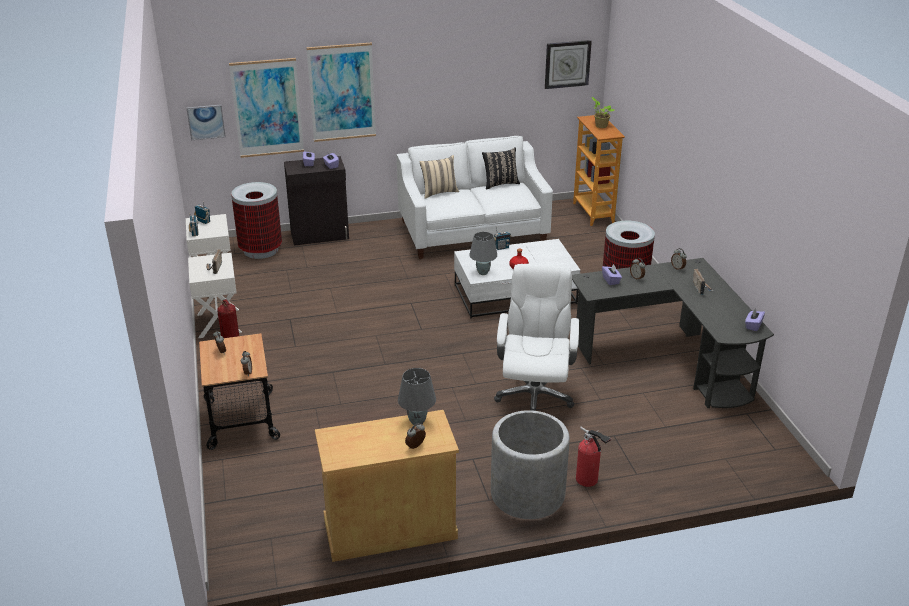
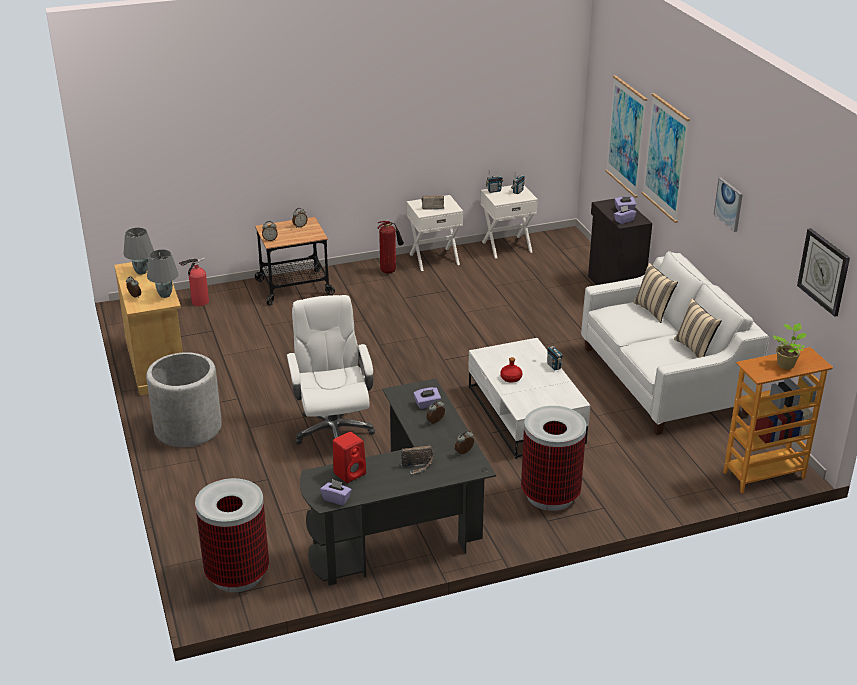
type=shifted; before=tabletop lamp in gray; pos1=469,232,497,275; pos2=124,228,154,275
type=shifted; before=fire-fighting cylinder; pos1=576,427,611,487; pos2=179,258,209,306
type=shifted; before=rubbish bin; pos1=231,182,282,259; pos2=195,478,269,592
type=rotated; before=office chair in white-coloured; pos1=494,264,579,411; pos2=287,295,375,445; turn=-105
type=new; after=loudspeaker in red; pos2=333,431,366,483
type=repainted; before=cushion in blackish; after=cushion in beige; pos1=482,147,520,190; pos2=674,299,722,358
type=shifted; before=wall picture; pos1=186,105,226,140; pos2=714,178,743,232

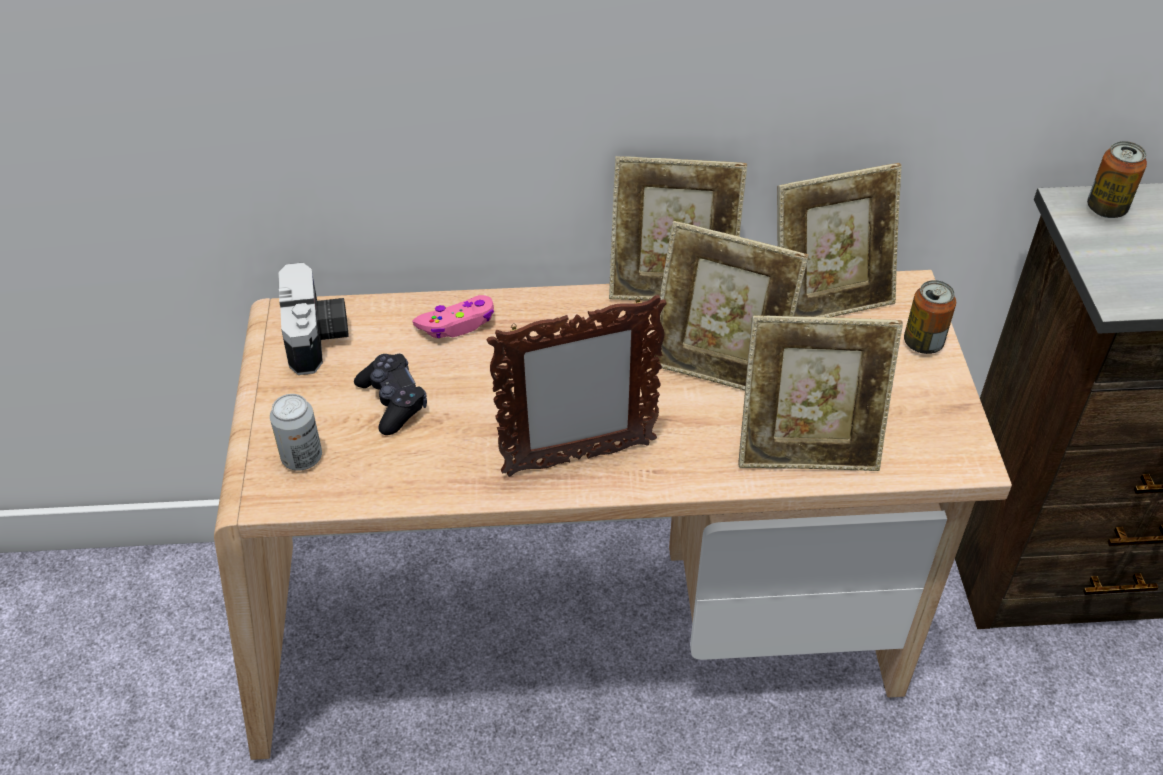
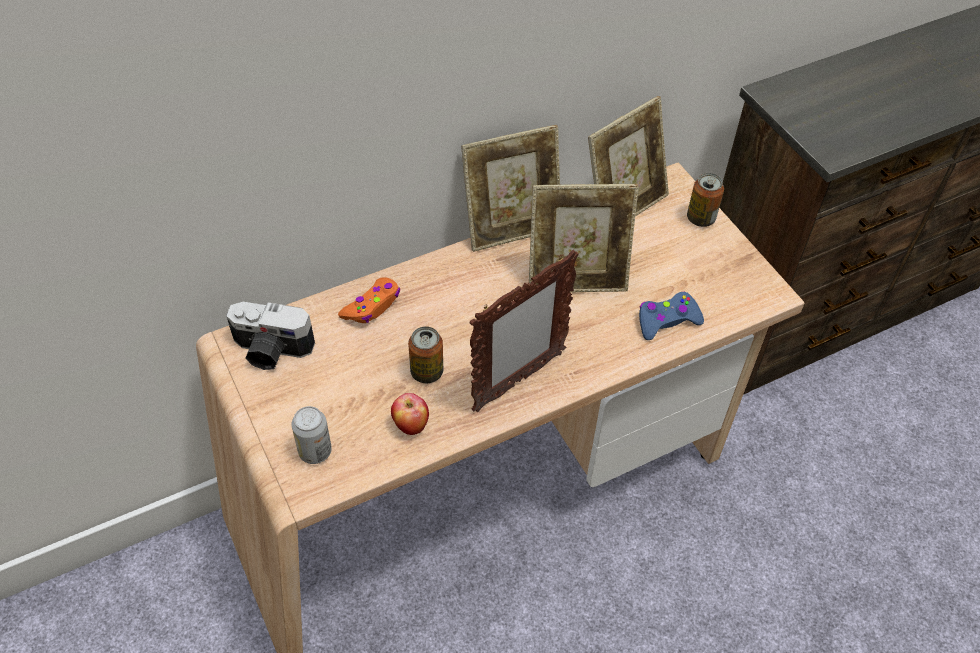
type=rotated; before=photo camera; pos1=278,263,349,375; pos2=226,302,315,370; turn=135
type=repainted; before=joypad in pink; after=joypad in orange-coloured; pos1=412,295,494,338; pos2=338,278,400,323
type=new; after=apple fruit; pos2=391,393,429,435
type=shifted; before=metal can; pos1=1087,141,1147,218; pos2=408,326,443,383
type=swapped; before=standing frame; after=joypad in bluish; pos1=738,315,903,471; pos2=639,292,704,340
type=gone; before=joypad in blackish; pos1=354,354,427,435

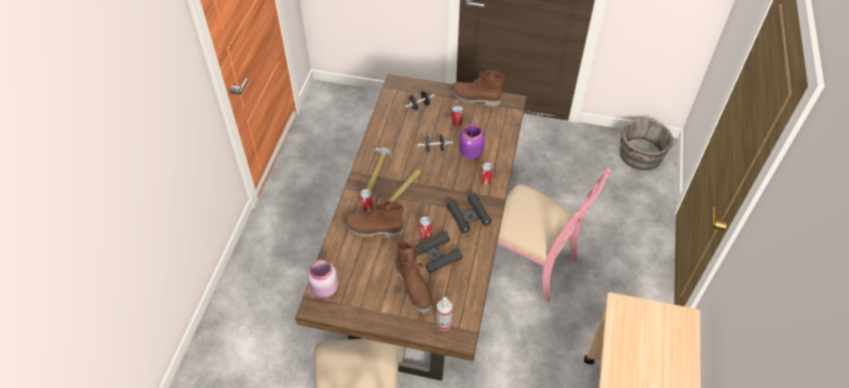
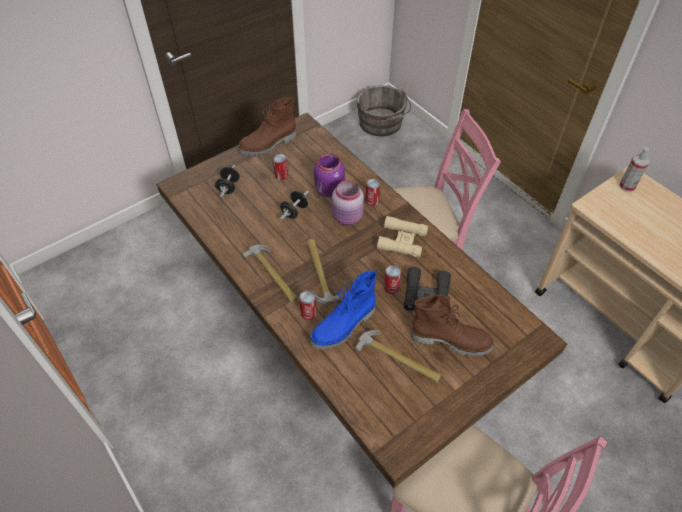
type=repainted; before=tall boot in brown; after=tall boot in bluish; pos1=343,200,403,238; pos2=310,270,377,350
type=shifted; before=storage jar in pink; pos1=307,260,338,298; pos2=332,180,364,225
type=new; after=tool hammer; pos2=355,330,441,383
type=repainted; before=binoculars in blackish; after=binoculars in beige; pos1=446,193,492,233; pos2=377,216,428,258
type=shifted; before=sprayer; pos1=437,297,452,331; pos2=619,147,650,192

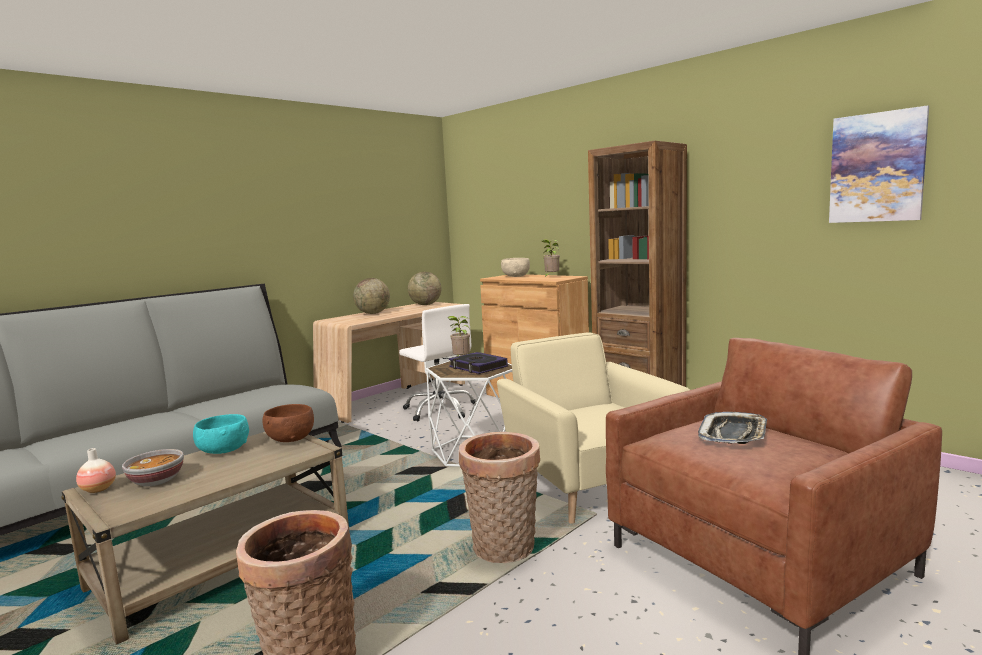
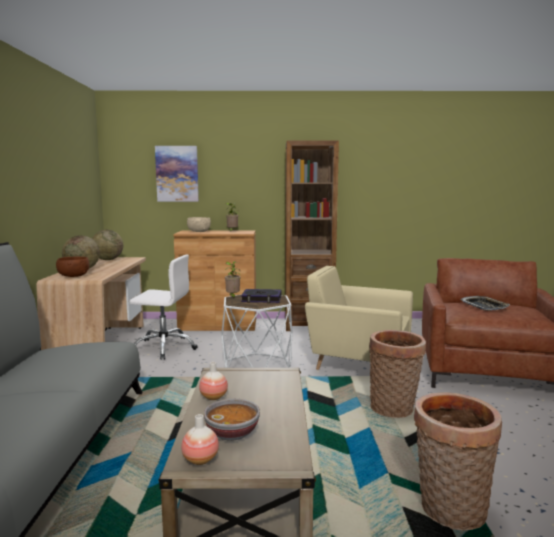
type=shifted; before=bowl in brown; pos1=262,404,314,442; pos2=56,257,89,277
type=shifted; before=wall picture; pos1=829,105,929,223; pos2=155,146,199,202
type=swapped; before=bowl in turquoise-coloured; after=decorative vase; pos1=193,414,249,454; pos2=199,362,228,400

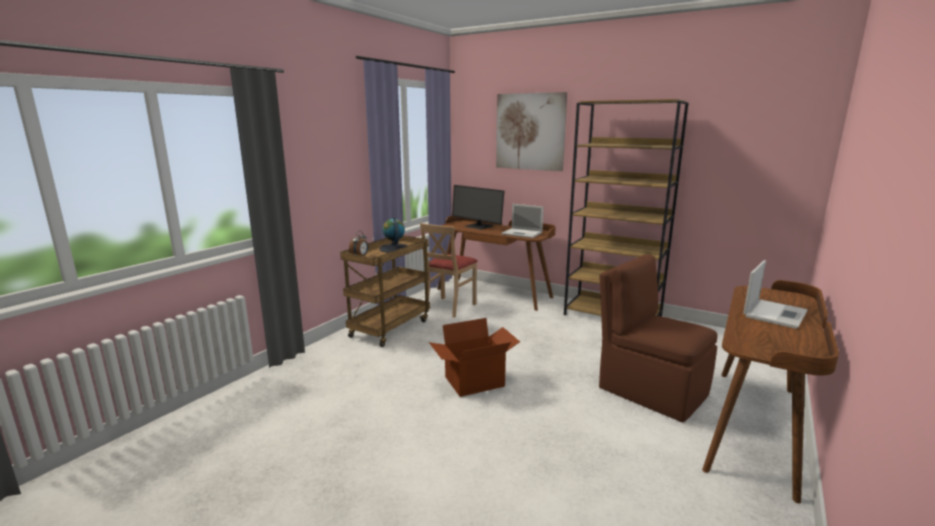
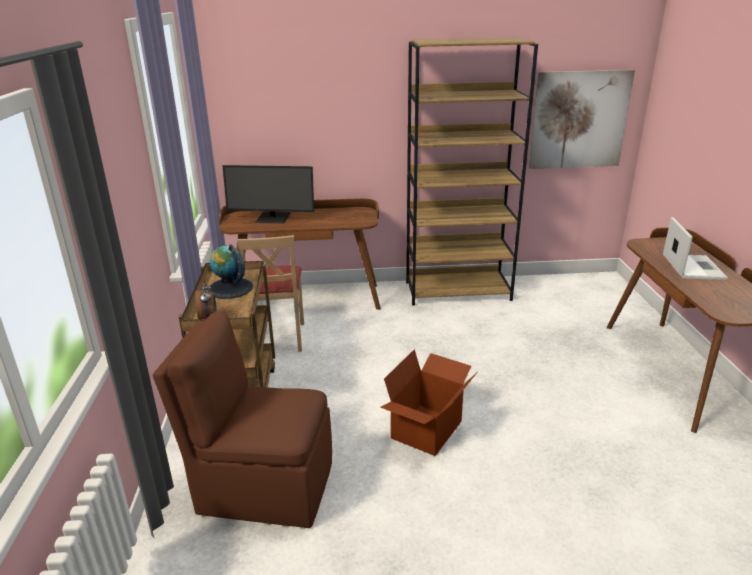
type=shifted; before=plain chair in brown; pos1=599,254,717,422; pos2=153,312,332,528
type=shifted; before=wall picture; pos1=496,92,567,171; pos2=529,70,635,169
type=gone; before=notebook computer; pos1=501,204,544,238

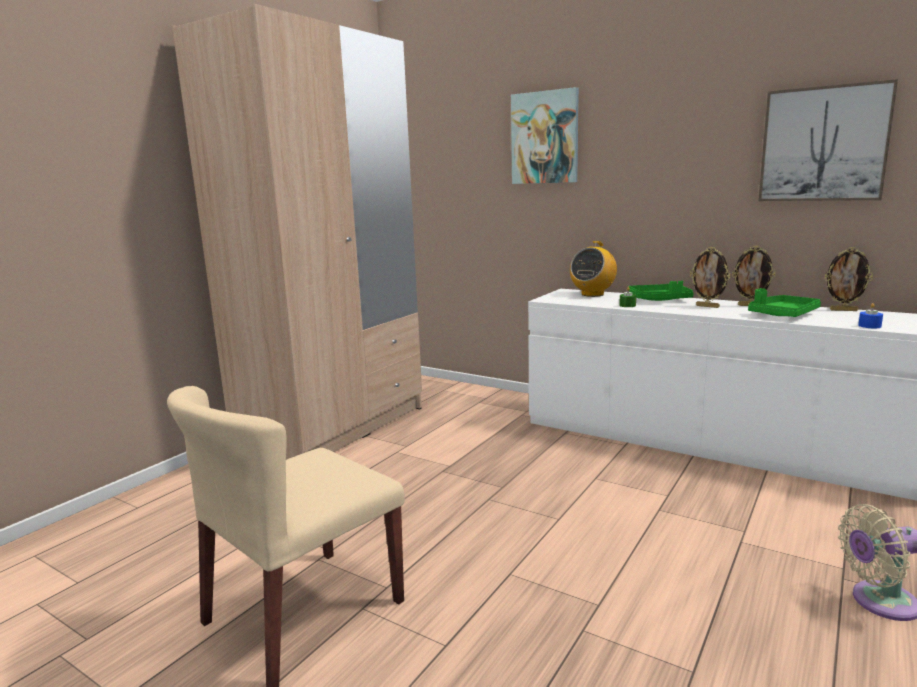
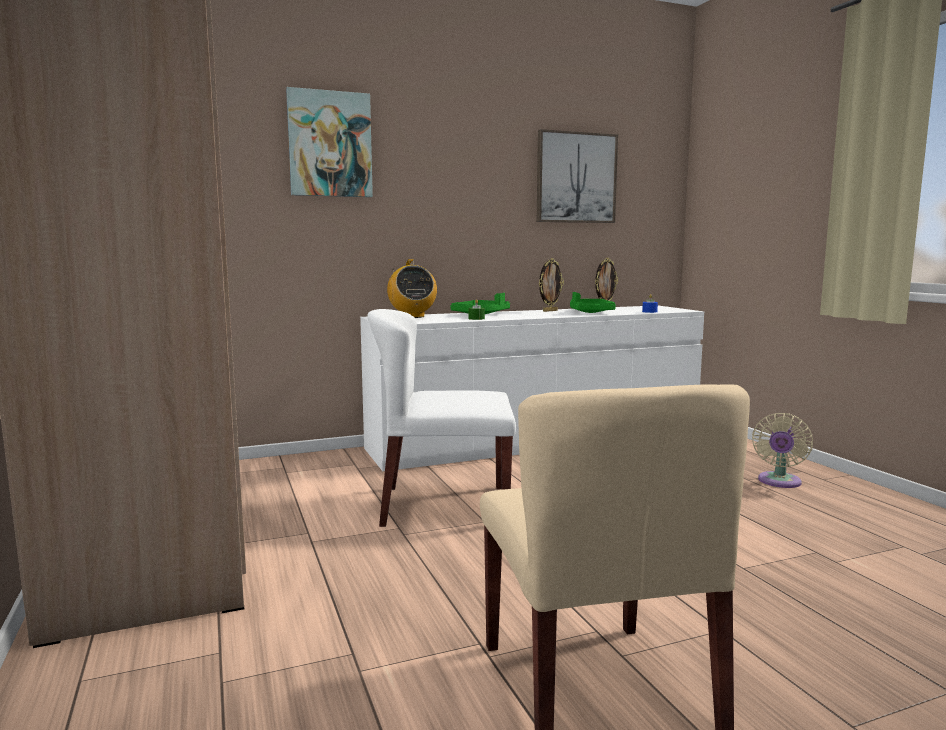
type=new; after=plain chair in white-coloured; pos2=368,309,516,527
type=gone; before=standing frame; pos1=690,247,730,308

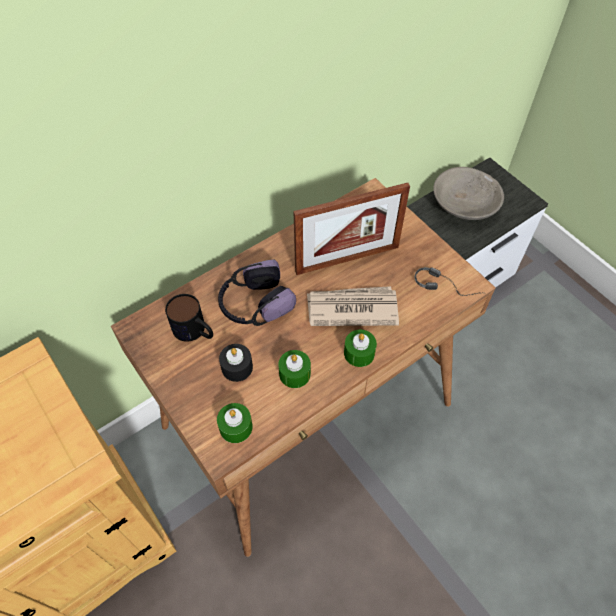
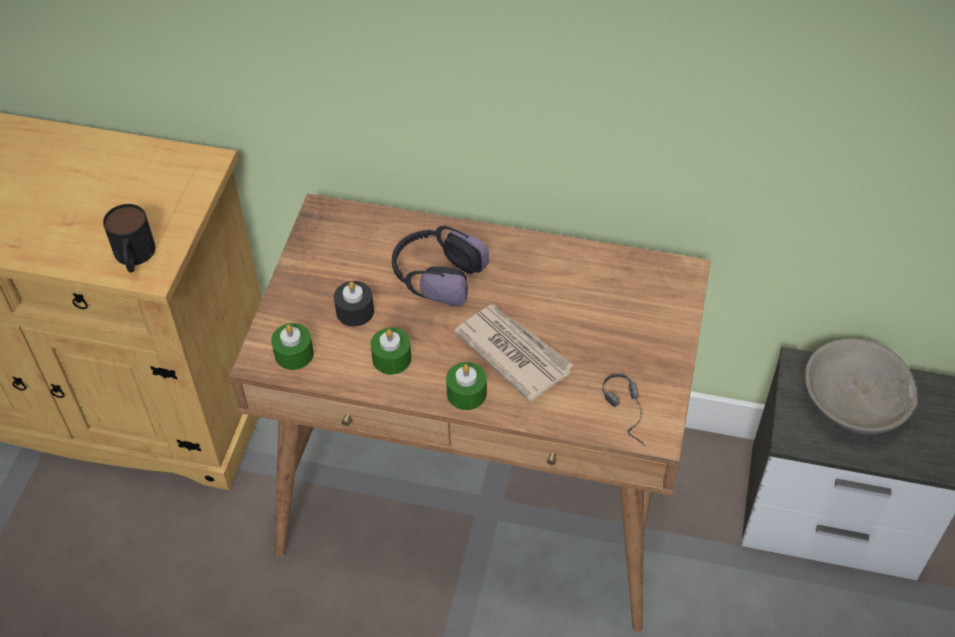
type=shifted; before=tea mug; pos1=165,294,213,342; pos2=103,204,156,273
type=gone; before=standing frame; pos1=293,183,410,275

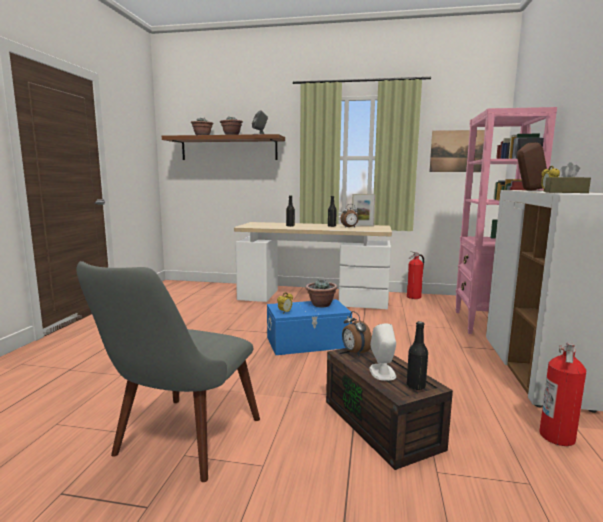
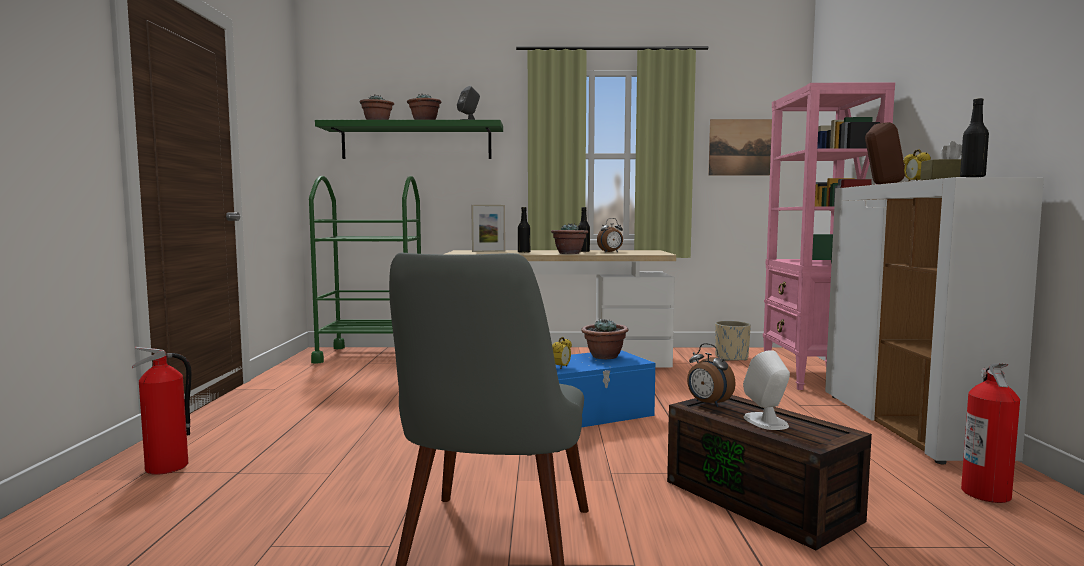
type=shifted; before=fire-fighting cylinder; pos1=407,251,424,299; pos2=132,347,191,475
type=new; after=cart in green; pos2=309,176,421,364
type=repainted; before=shelf in brown; after=shelf in green; pos1=162,134,285,160; pos2=315,120,503,159
type=shifted; before=standing frame; pos1=352,194,375,227; pos2=471,205,505,252
type=new; after=houseplant; pos2=551,223,588,254
type=new; after=flower pot in beige; pos2=715,321,751,361
type=shifted; before=bottle in blackish; pos1=407,321,428,390; pos2=960,98,989,177

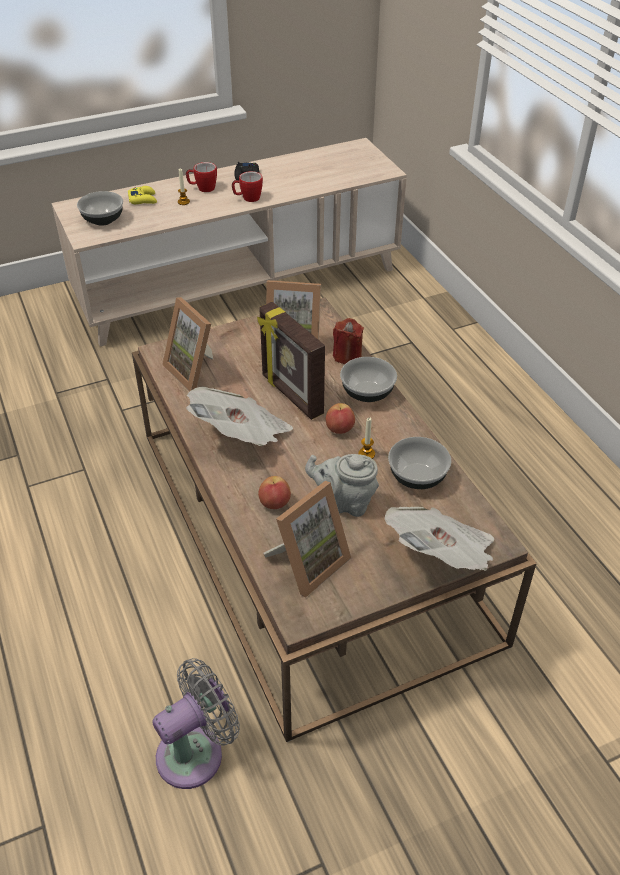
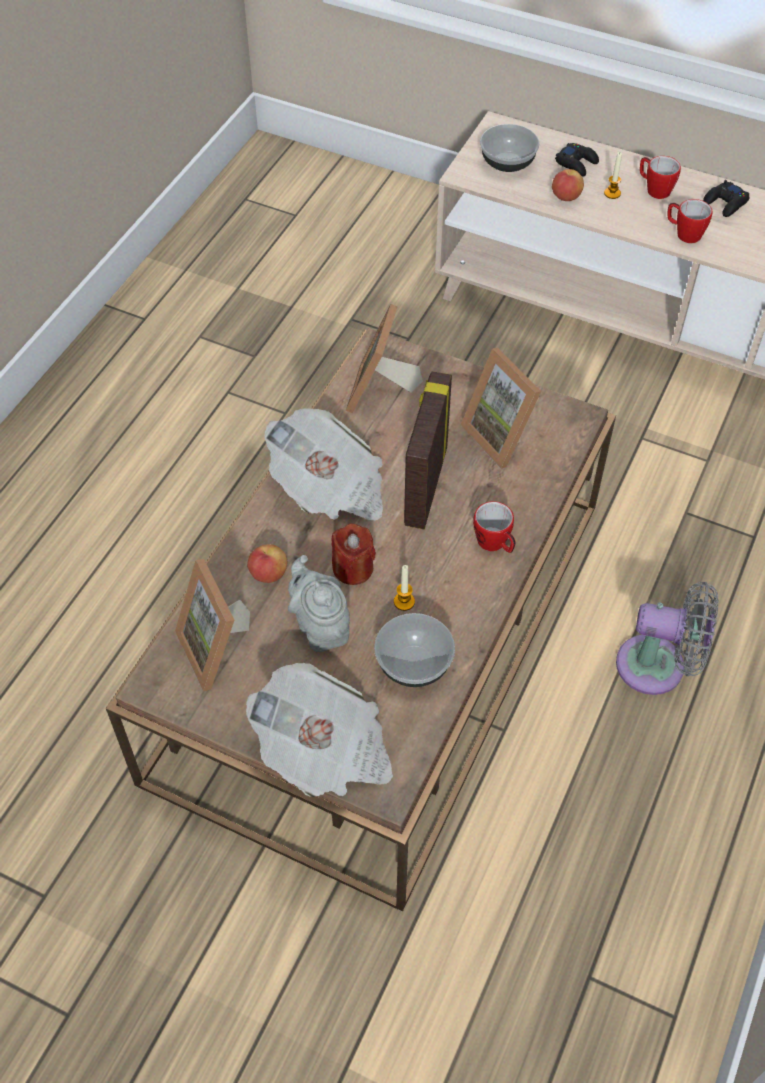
type=rotated; before=standing frame; pos1=263,481,351,597; pos2=175,559,250,691; turn=60
type=shifted; before=wax light in red; pos1=333,318,364,364; pos2=331,523,376,585
type=swapped; before=bowl; after=tea mug; pos1=340,357,397,402; pos2=473,501,516,553
type=shifted; before=apple fruit; pos1=325,403,355,434; pos2=552,169,584,201
type=repainted; before=joypad in yellow; after=joypad in blackish; pos1=128,186,157,204; pos2=555,143,599,176
type=shifted; before=fan in gray; pos1=153,658,240,789; pos2=616,582,718,695

